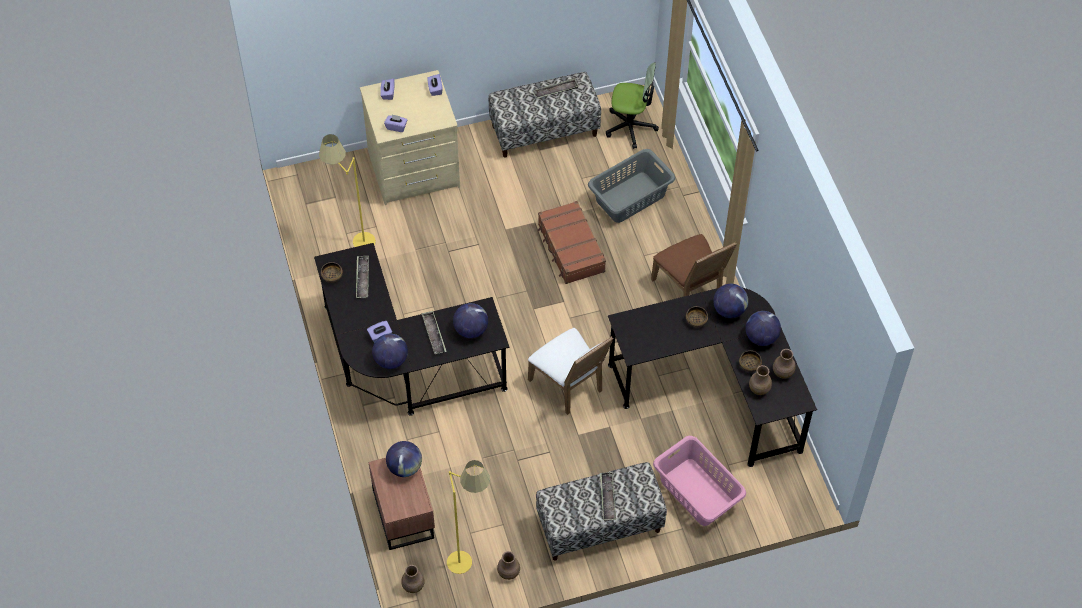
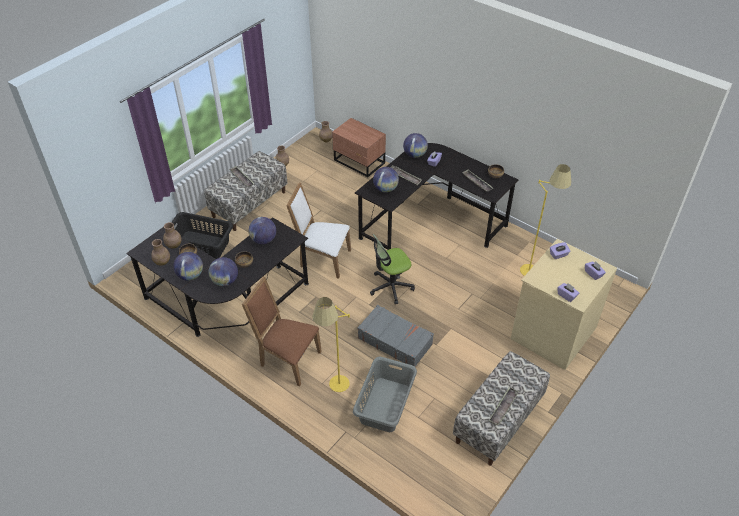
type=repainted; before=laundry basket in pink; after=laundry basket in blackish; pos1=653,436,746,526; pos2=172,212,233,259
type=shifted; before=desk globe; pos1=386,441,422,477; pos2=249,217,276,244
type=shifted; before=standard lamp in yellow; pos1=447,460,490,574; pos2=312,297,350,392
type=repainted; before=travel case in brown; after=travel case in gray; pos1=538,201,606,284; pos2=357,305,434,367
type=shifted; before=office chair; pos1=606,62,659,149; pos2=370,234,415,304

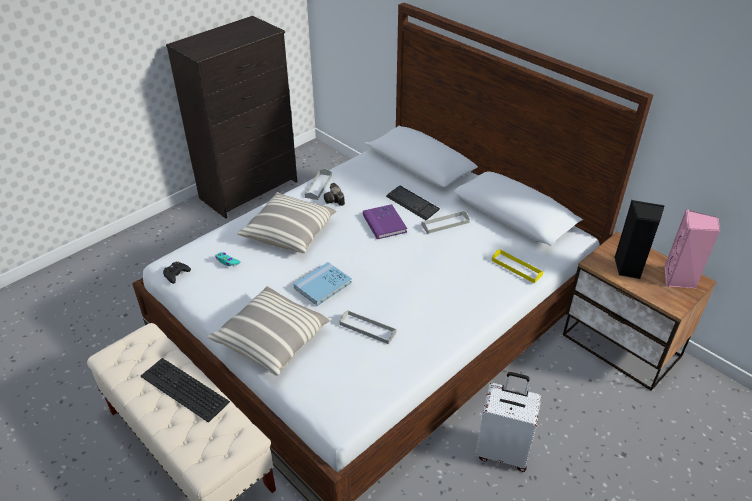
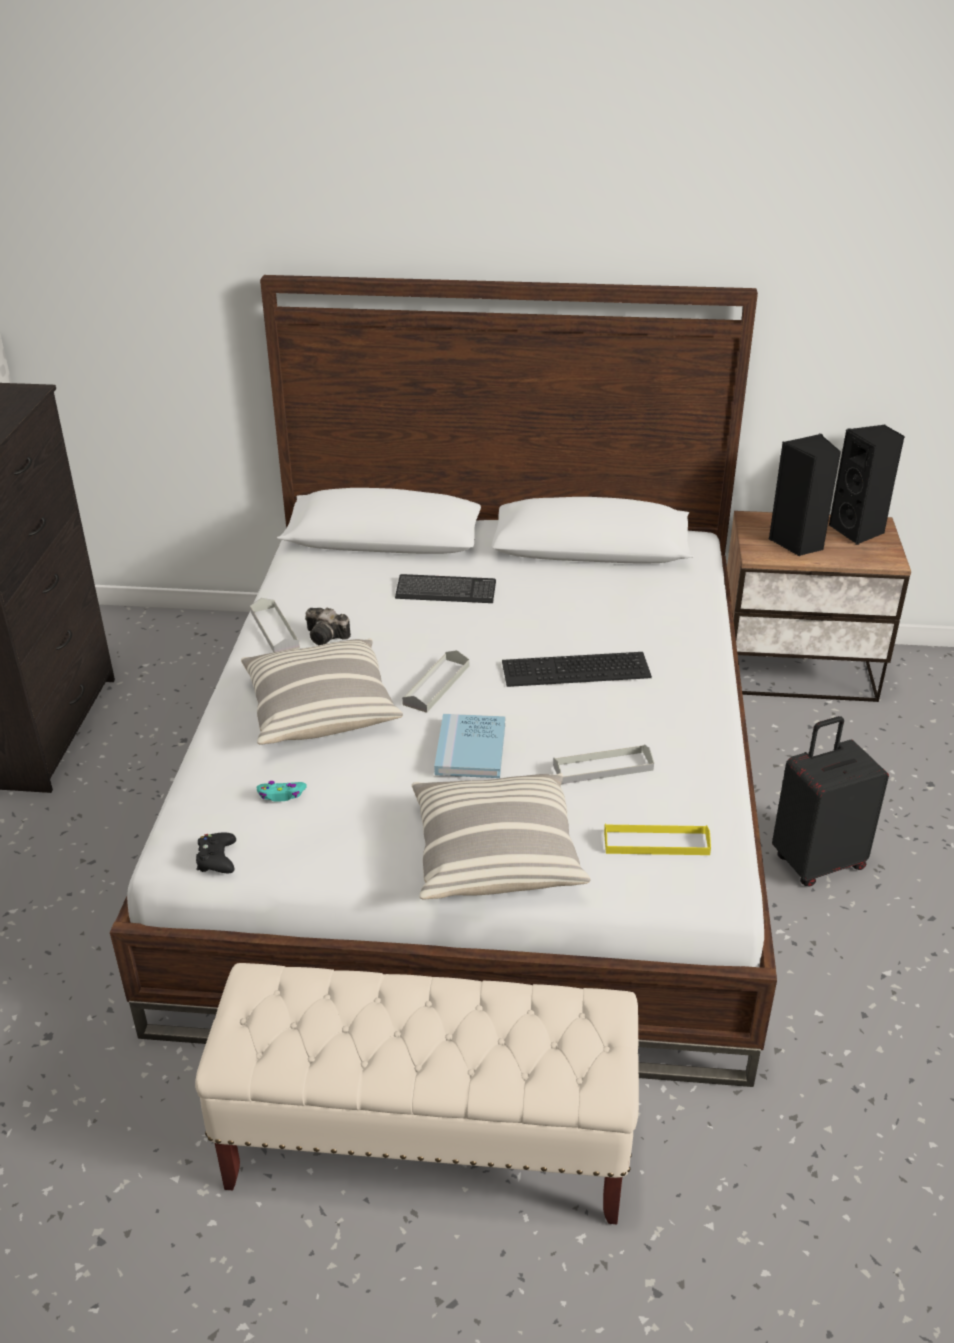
type=shifted; before=tray in gray; pos1=421,211,470,234; pos2=402,650,469,713
type=shifted; before=PC keyboard; pos1=141,358,230,423; pos2=502,652,652,687
type=shifted; before=tray in yellow; pos1=492,249,544,283; pos2=604,824,711,855
type=repainted; before=travel case in white-coloured; after=travel case in blackish; pos1=476,372,541,472; pos2=772,716,889,887
type=repainted; before=loudspeaker in pink; after=loudspeaker in blackish; pos1=665,209,720,288; pos2=829,425,905,545
type=gone; before=volume in purplish; pos1=363,204,407,239

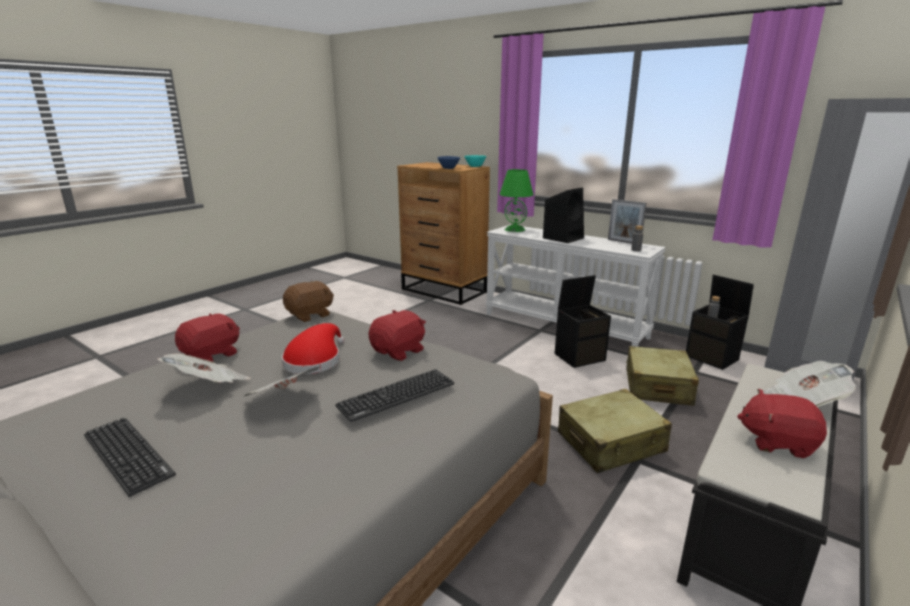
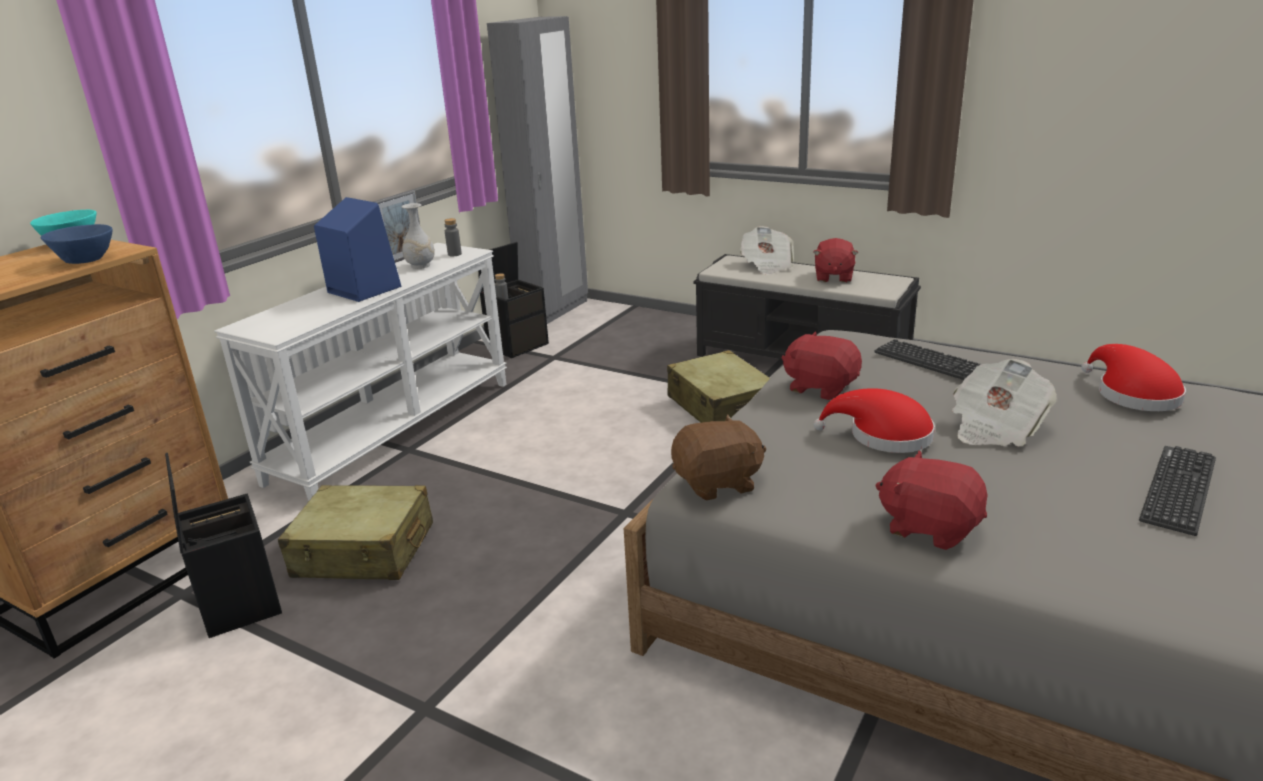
type=shifted; before=storage bin in blackish; pos1=555,275,611,368; pos2=165,453,282,638
type=shifted; before=travel case in beige; pos1=626,346,699,406; pos2=278,485,433,580
type=repainted; before=loudspeaker in blackish; after=loudspeaker in bluish; pos1=543,187,584,243; pos2=314,197,401,302
type=new; after=decorative vase in white-coloured; pos2=402,203,435,269
type=rotated; before=cuddly toy in brown; pos1=283,281,334,322; pos2=671,415,766,501; turn=120
type=new; after=wearable hat in red; pos2=1081,344,1186,411
type=gone; before=newspaper; pos1=157,353,251,382
type=gone; before=tabletop lamp in green; pos1=499,169,534,232

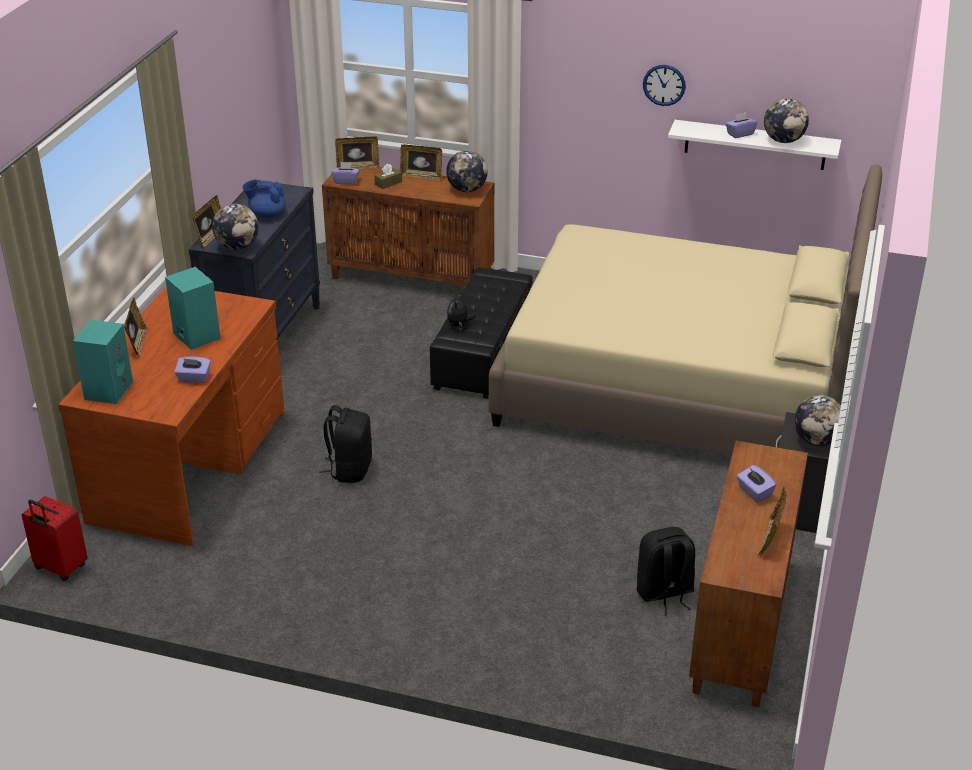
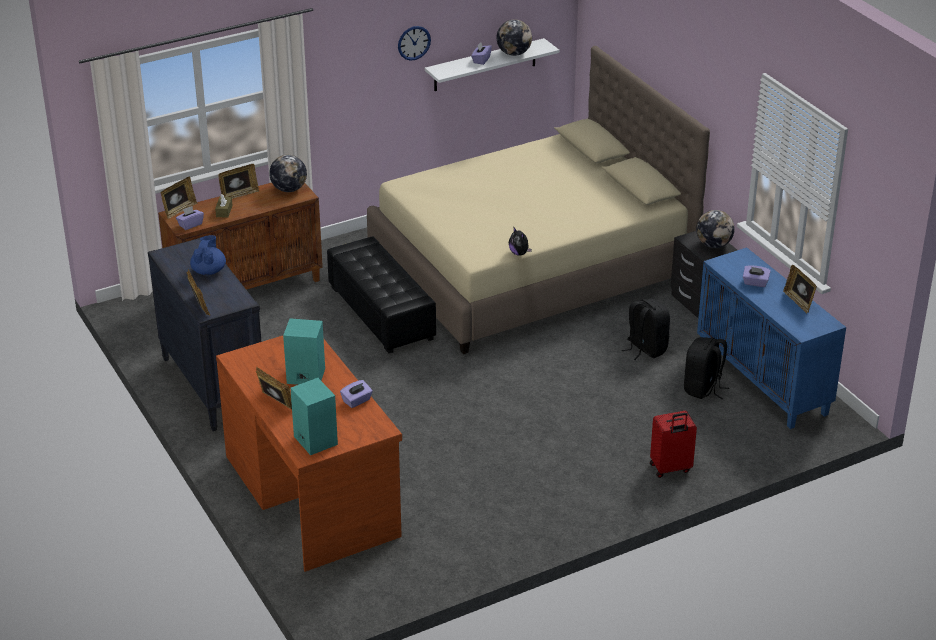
type=rotated; before=teapot in bluish; pos1=243,180,286,218; pos2=190,235,226,275; turn=135
type=shifted; before=cuddly toy; pos1=447,293,475,326; pos2=509,228,532,256
type=shifted; before=rucksack in blackish; pos1=319,405,372,483; pos2=622,299,670,360
type=shifted; before=travel case in red; pos1=21,496,88,581; pos2=650,411,697,478
type=repainted; before=storage cabinet in brown; after=storage cabinet in bluish; pos1=689,441,808,707; pos2=697,248,846,429
type=gone; before=desk globe; pos1=212,204,259,250

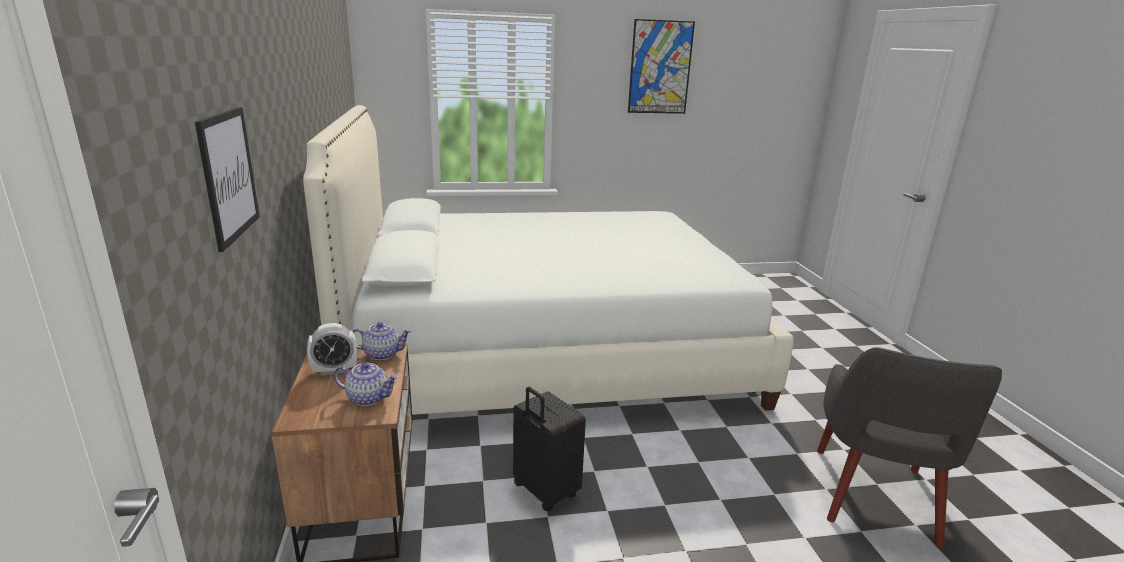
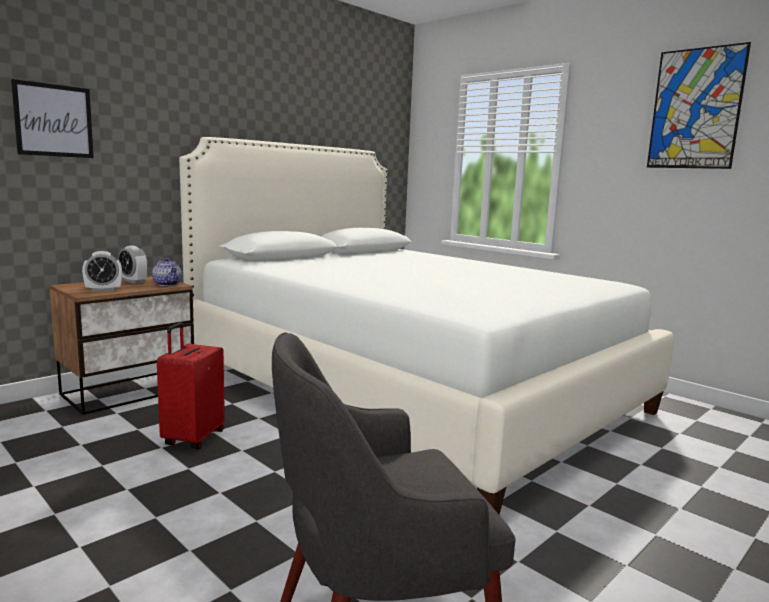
type=swapped; before=teapot; after=bedside clock; pos1=334,362,399,406; pos2=82,251,122,292
type=repainted; before=travel case in blackish; after=travel case in red; pos1=513,387,586,511; pos2=157,322,225,450

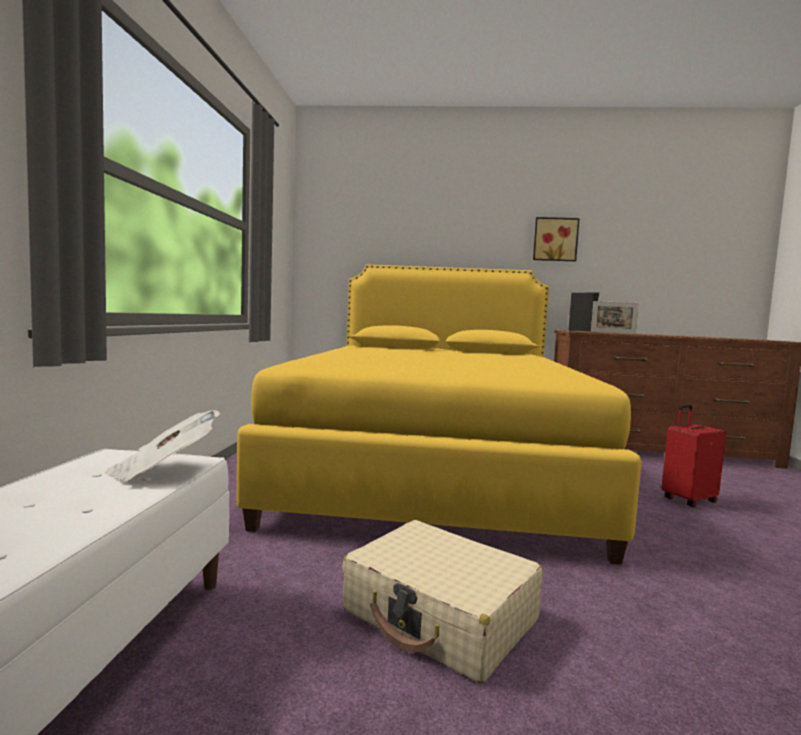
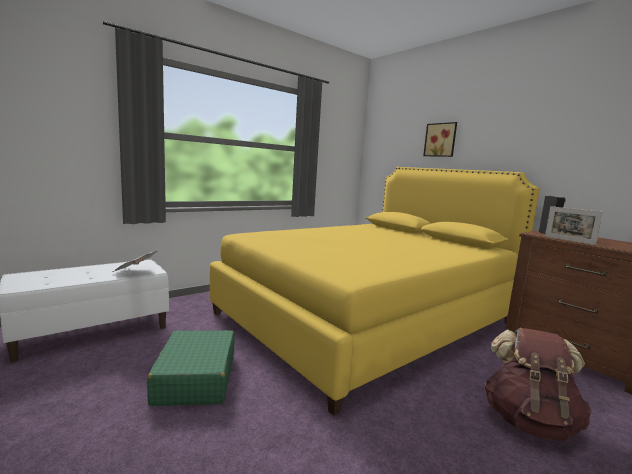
type=repainted; before=travel case in beige; after=travel case in green; pos1=342,520,543,684; pos2=147,330,235,406
type=shifted; before=wall picture; pos1=533,217,580,261; pos2=423,122,457,157
type=swapped; before=travel case in red; after=rucksack in brown; pos1=662,405,726,507; pos2=484,328,591,442

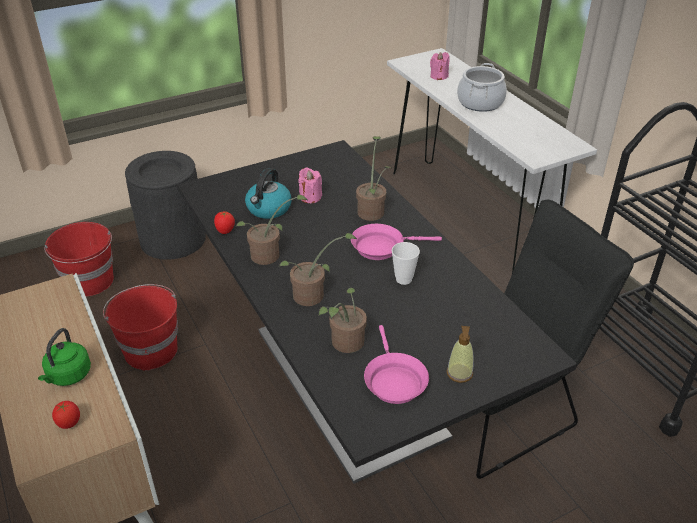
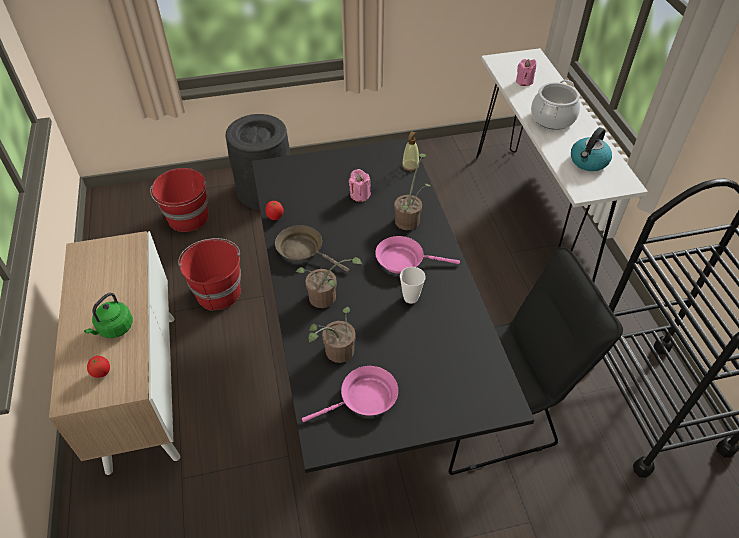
type=swapped; before=houseplant; after=frying pan in brown; pos1=236,195,308,265; pos2=275,225,350,272
type=rotated; before=frying pan in pink; pos1=364,325,429,404; pos2=302,366,398,422; turn=-120
type=shifted; before=liquid soap bottle; pos1=447,326,474,383; pos2=402,131,419,171
type=shifted; before=water kettle; pos1=245,168,292,219; pos2=571,127,612,171

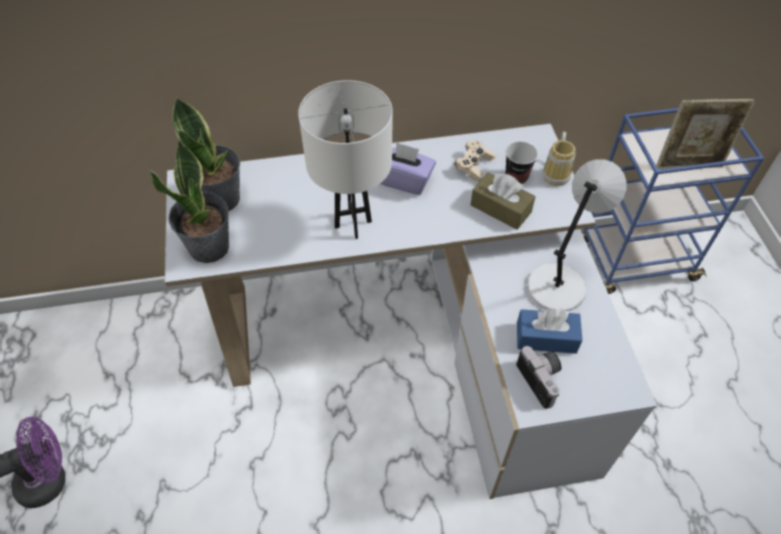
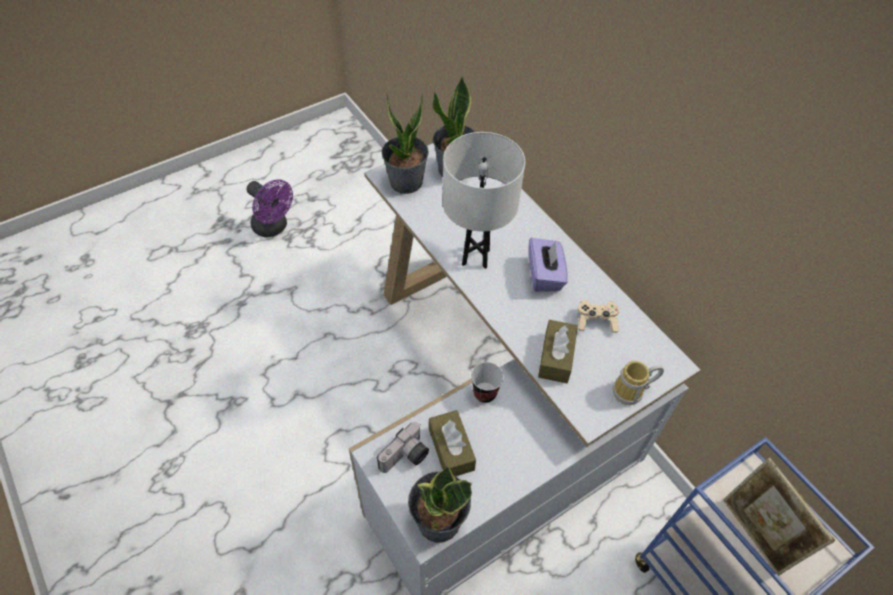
type=new; after=houseplant; pos2=408,466,472,543
type=repainted; before=tissue box in bluish; after=tissue box in brown; pos1=517,308,582,354; pos2=429,410,476,476
type=shifted; before=cup; pos1=506,142,538,184; pos2=471,362,504,403
type=gone; before=tabletop lamp in gray; pos1=527,159,627,311

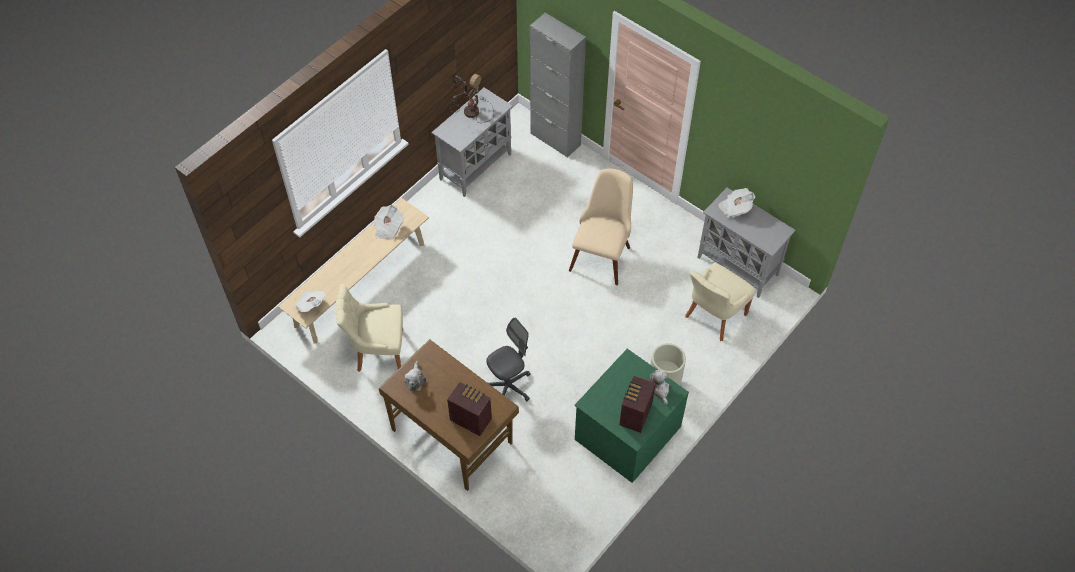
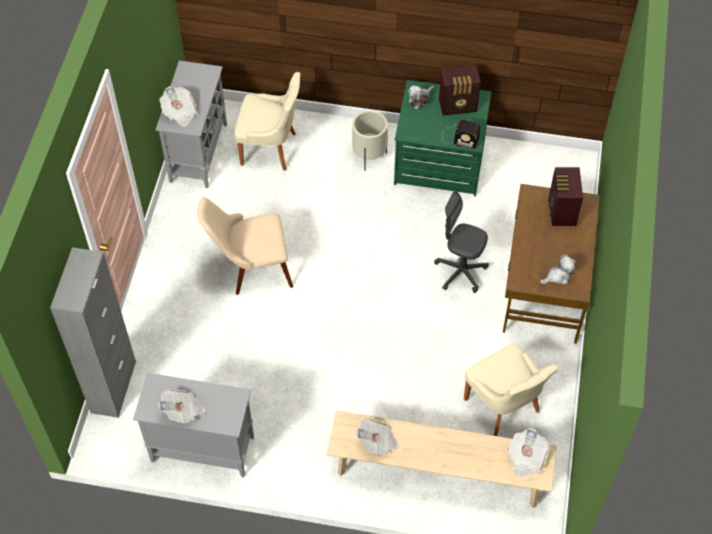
type=swapped; before=tabletop lamp; after=newspaper; pos1=450,74,494,123; pos2=158,389,206,424
type=new; after=radio set; pos2=442,120,480,150

